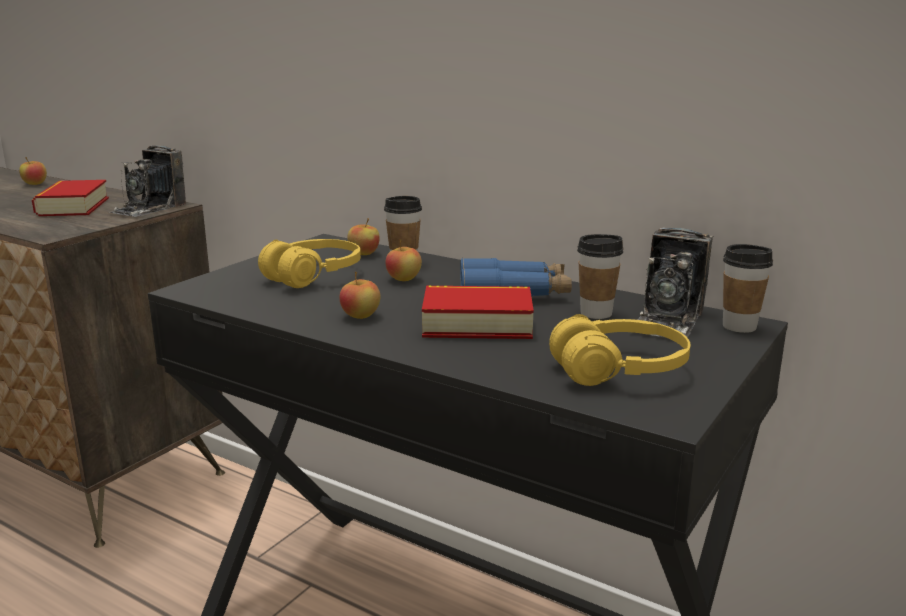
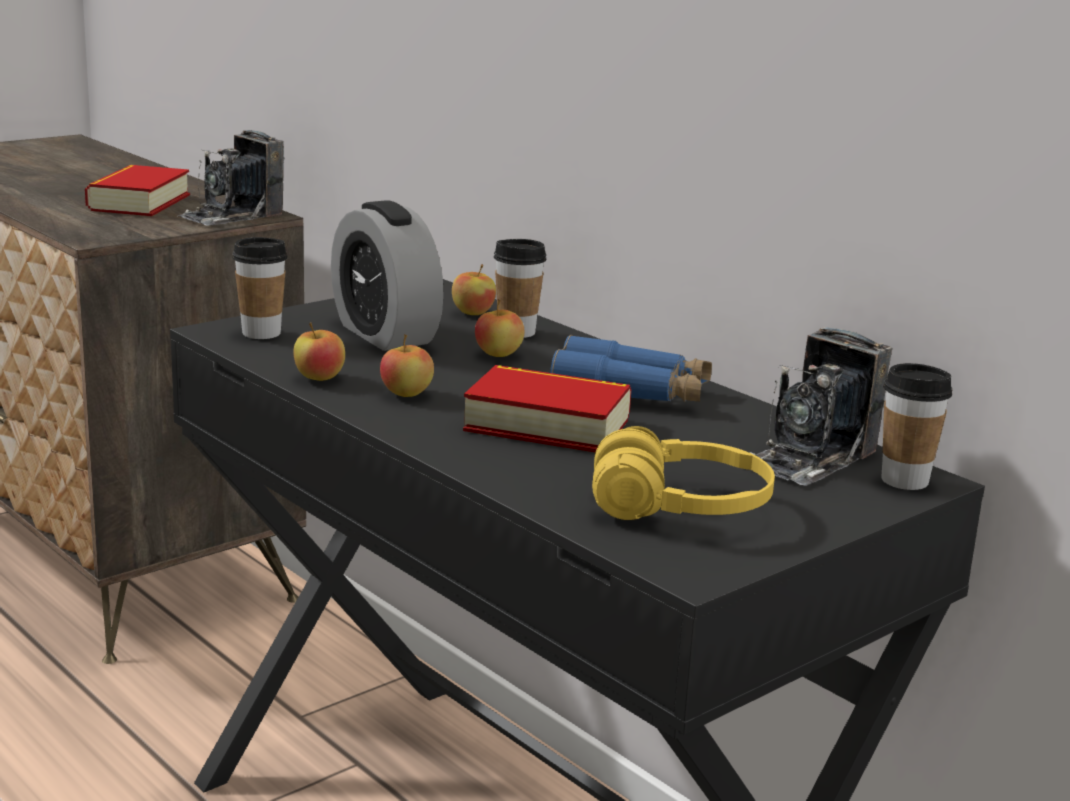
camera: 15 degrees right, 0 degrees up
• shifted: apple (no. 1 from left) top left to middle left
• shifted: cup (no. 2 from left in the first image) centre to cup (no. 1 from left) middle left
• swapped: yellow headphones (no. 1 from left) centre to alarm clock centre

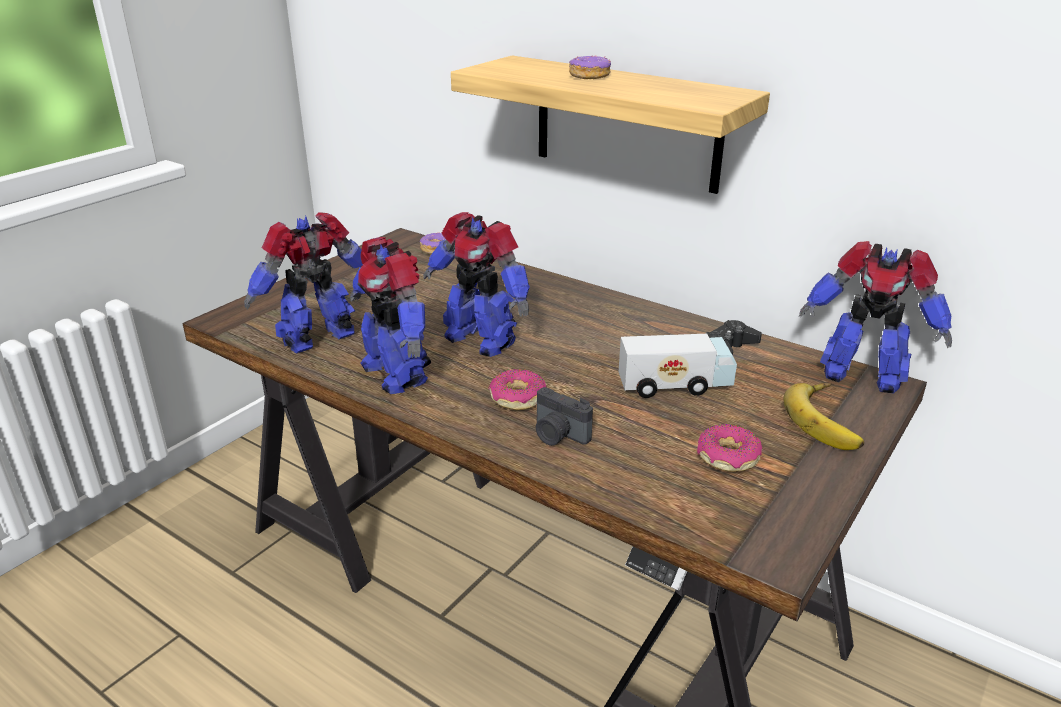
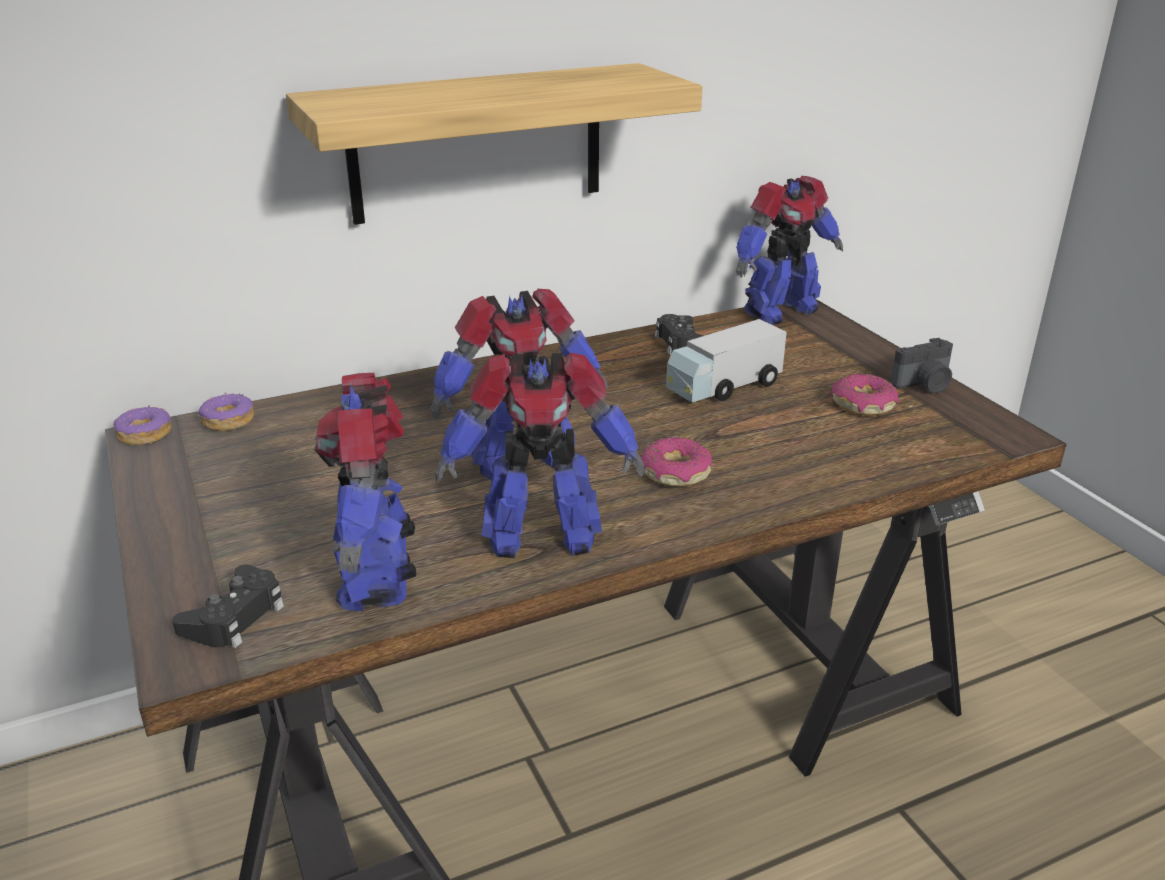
camera: 60 degrees left, 0 degrees up
• gone: banana middle right
• new: black game controller (no. 1 from left) bottom left
• shifted: photo camera centre to middle right
• shifted: donut (no. 3 from left in the first image) top centre to donut (no. 1 from left) middle left
• rotated: toy truck centre = centre 150 degrees counterclockwise

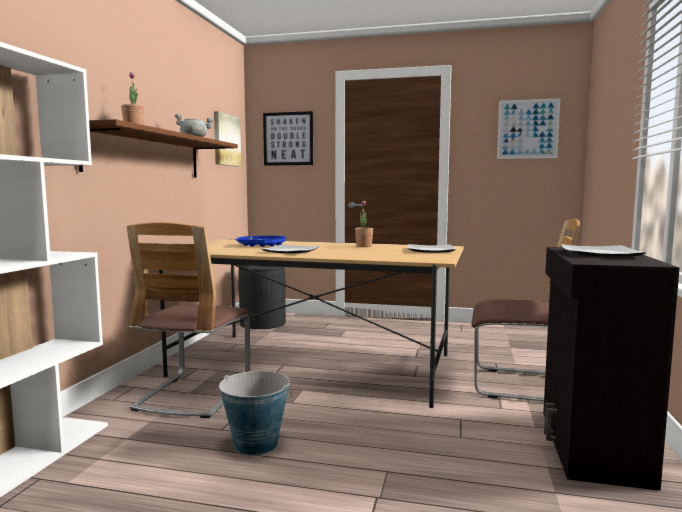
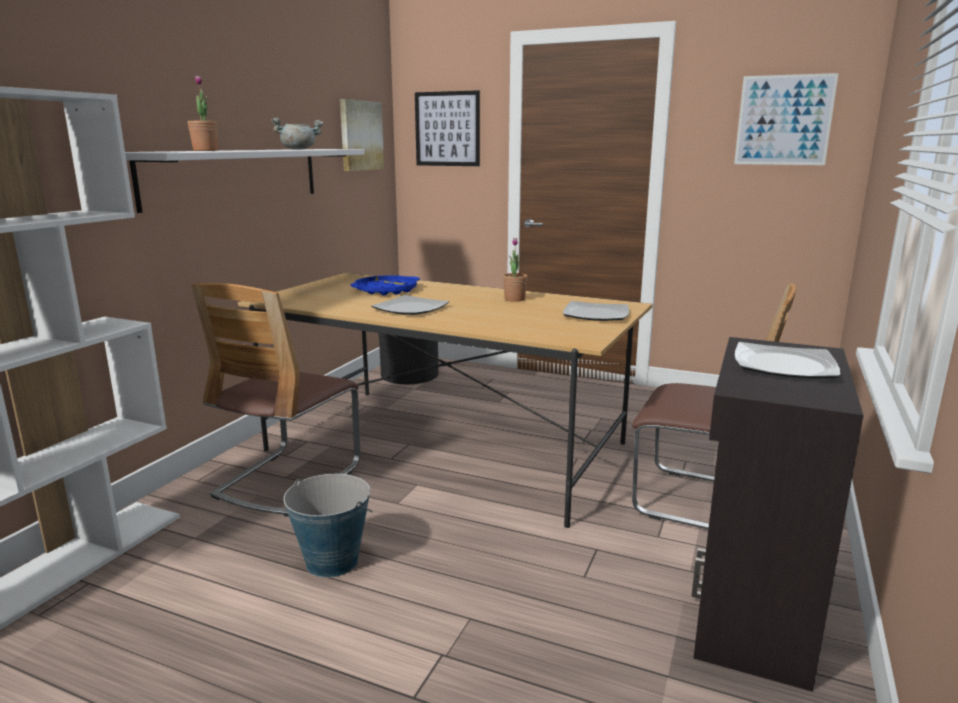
camera: 10 degrees right, 10 degrees up
• repainted: brown shelf top left to white shelf top left

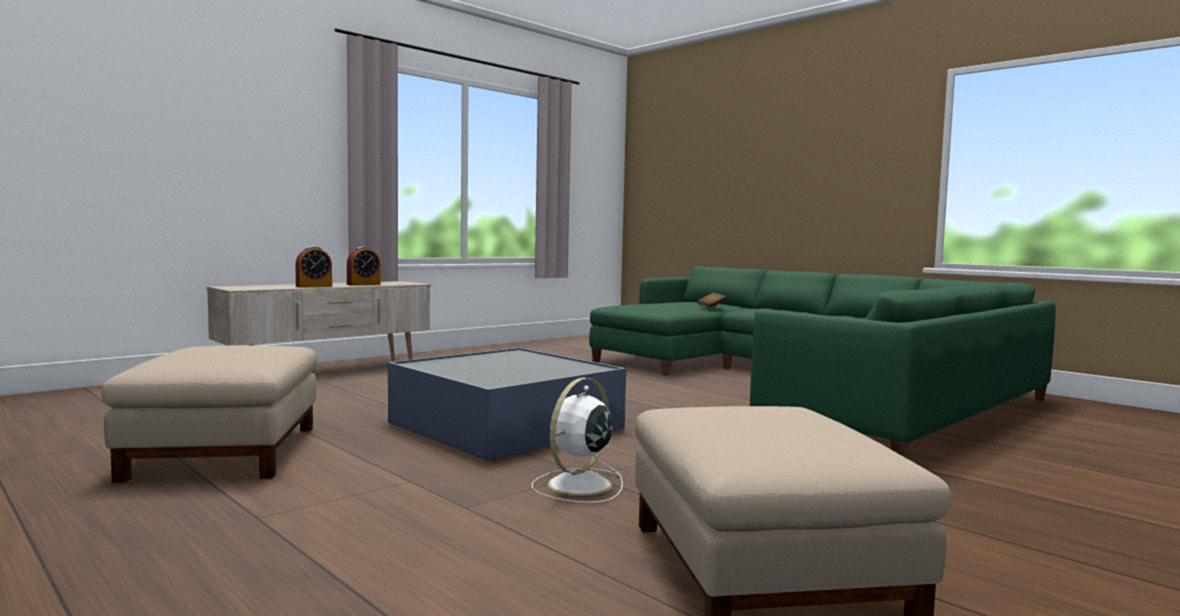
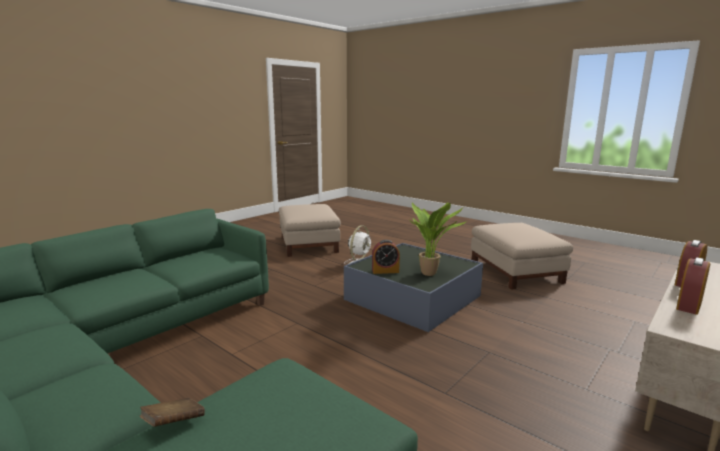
camera: 175 degrees right, 10 degrees up
• new: alarm clock (no. 1 from left) centre
• new: potted plant centre

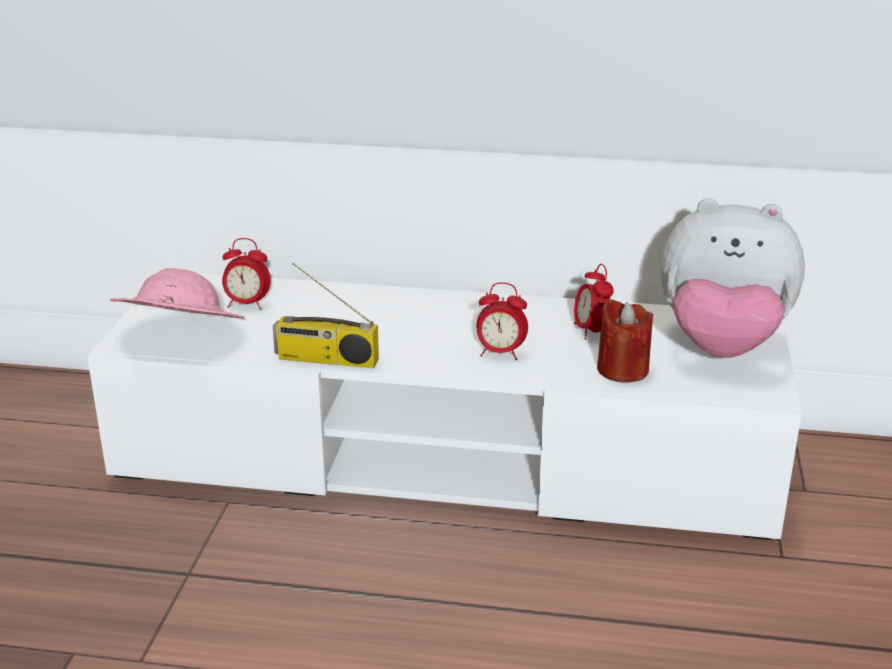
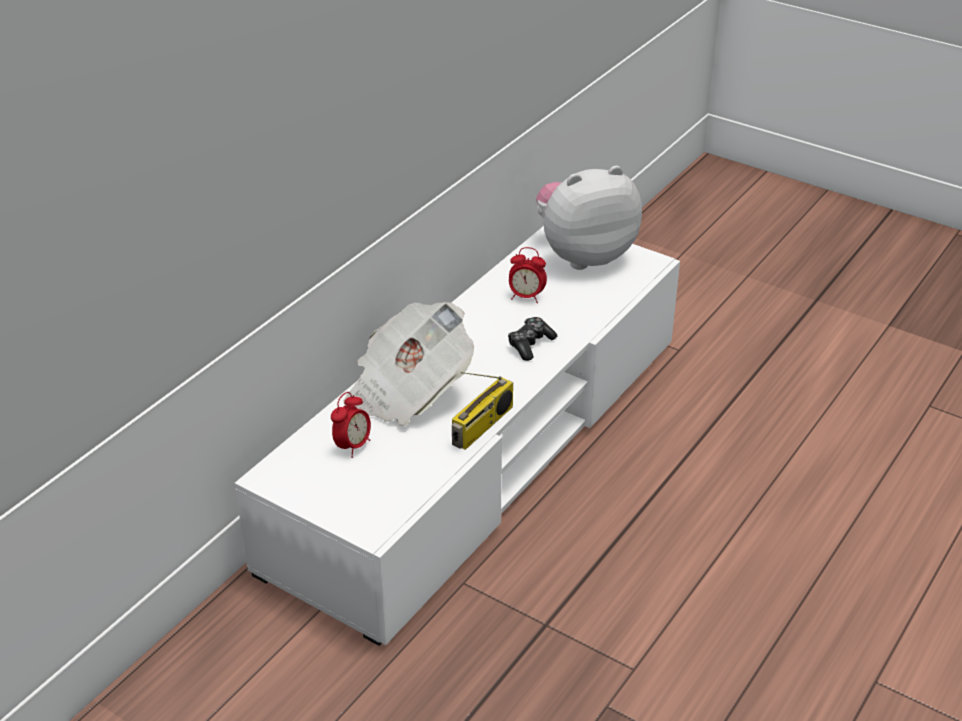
camera: 65 degrees left, 10 degrees up
• gone: pink hat middle left
• gone: red candle middle right
• new: newspaper centre
• swapped: alarm clock (no. 2 from left) centre to game controller centre
• rotated: plush toy middle right = top centre 150 degrees counterclockwise

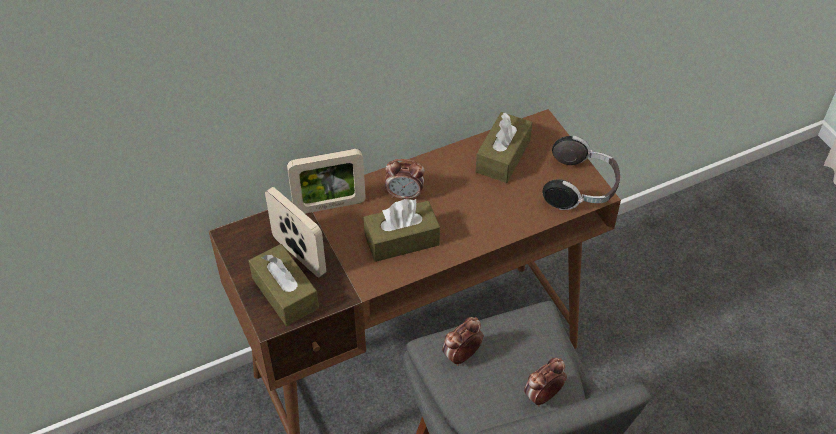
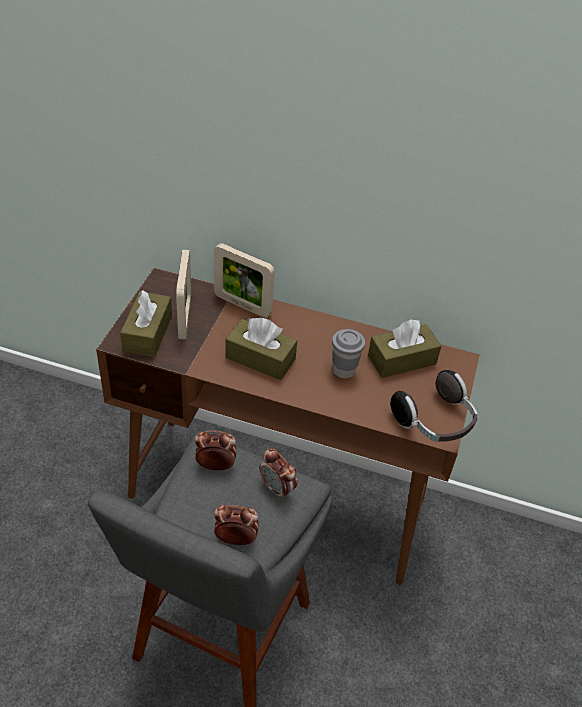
camera: 40 degrees right, 5 degrees down
• new: grey cup centre
• shifted: alarm clock (no. 1 from left in the first image) centre to alarm clock (no. 3 from left) bottom centre

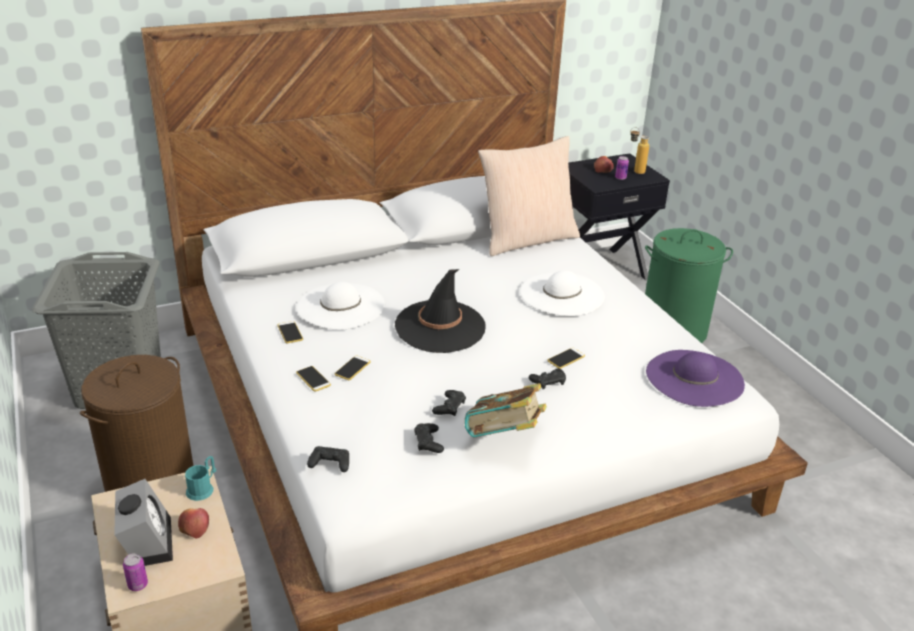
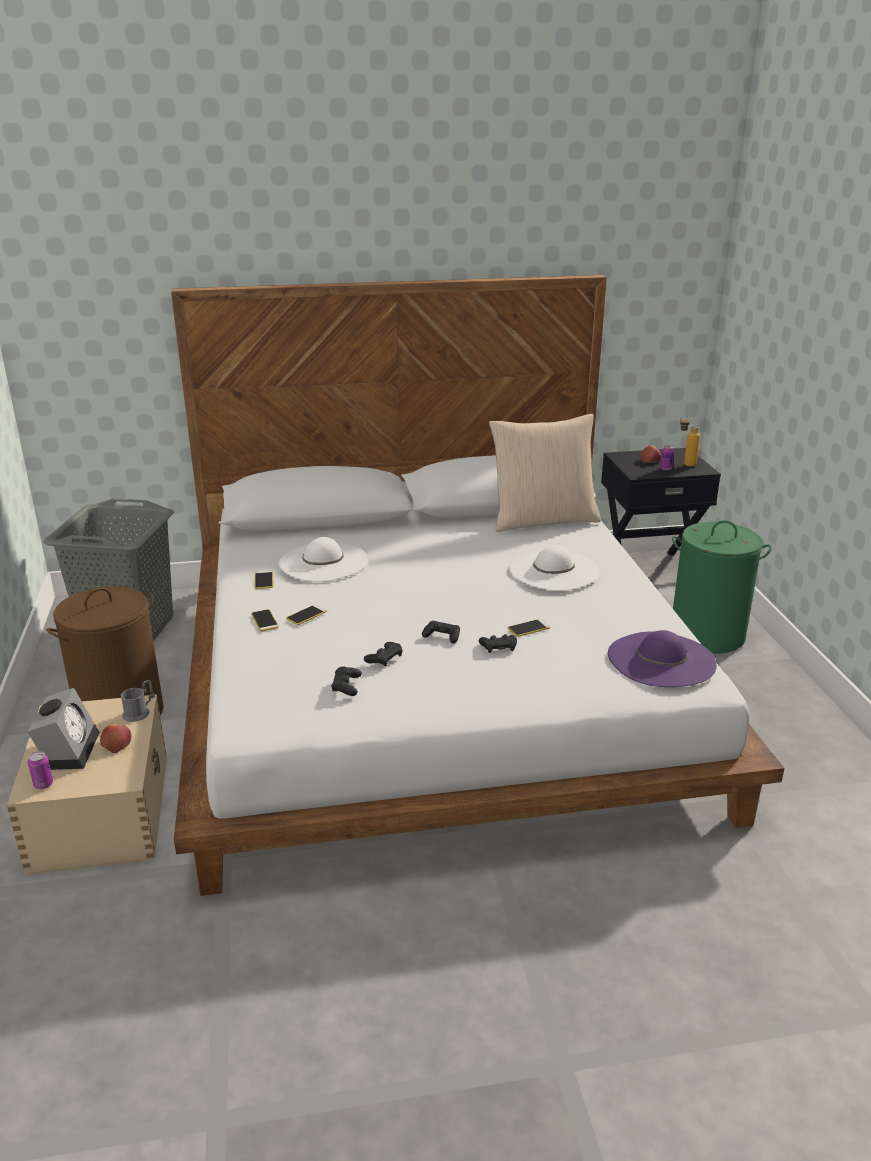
camera: 15 degrees right, 5 degrees down
• gone: black hat centre
• gone: book centre
• shifted: black game controller (no. 1 from left in the first image) bottom centre to black game controller (no. 3 from left) centre
• repainted: turquoise mug bottom left to grey mug middle left

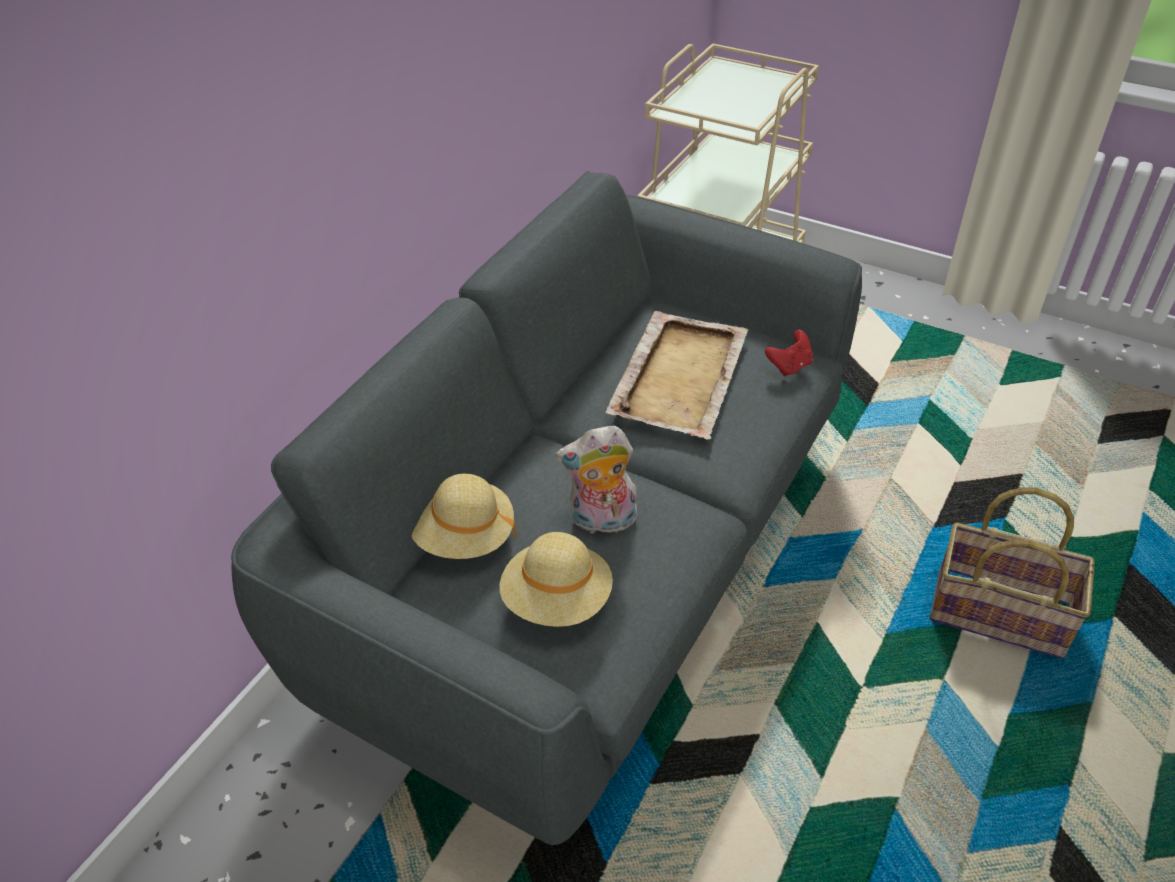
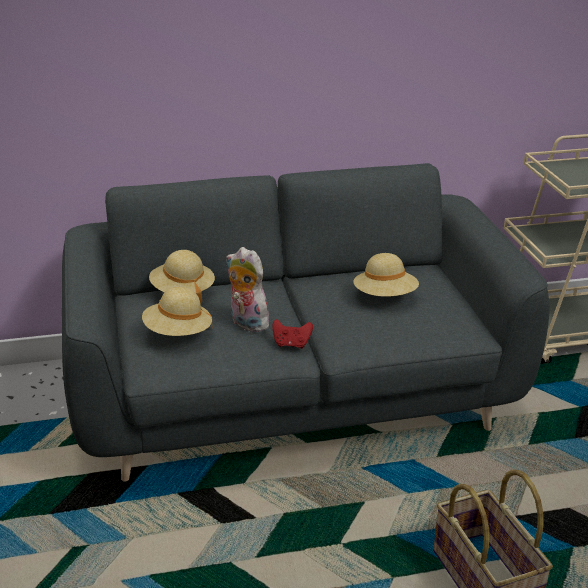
camera: 45 degrees right, 15 degrees down
• shifted: red game controller middle right to centre
• swapped: beige tray centre to beige hat (no. 3 from left) centre

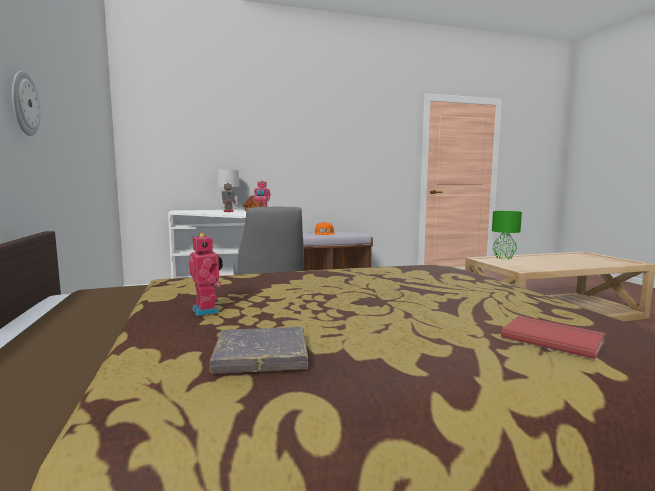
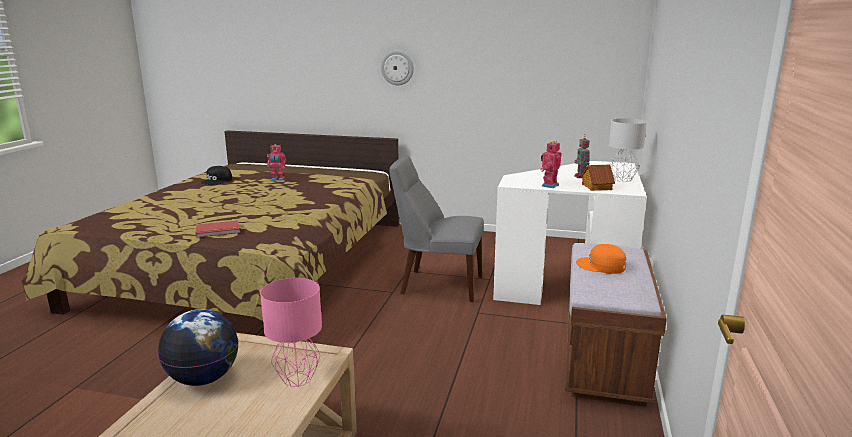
camera: 120 degrees right, 10 degrees up
• new: globe bottom left
• shifted: red book bottom right to middle left
• swapped: grey book bottom centre to black cap middle left
• repainted: green table lamp middle right to pink table lamp bottom centre

